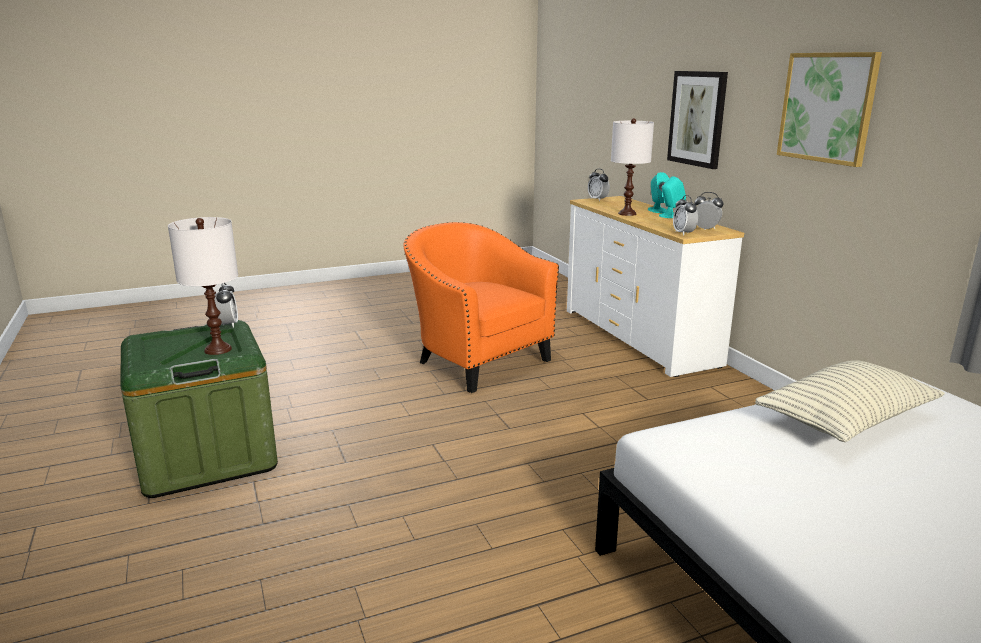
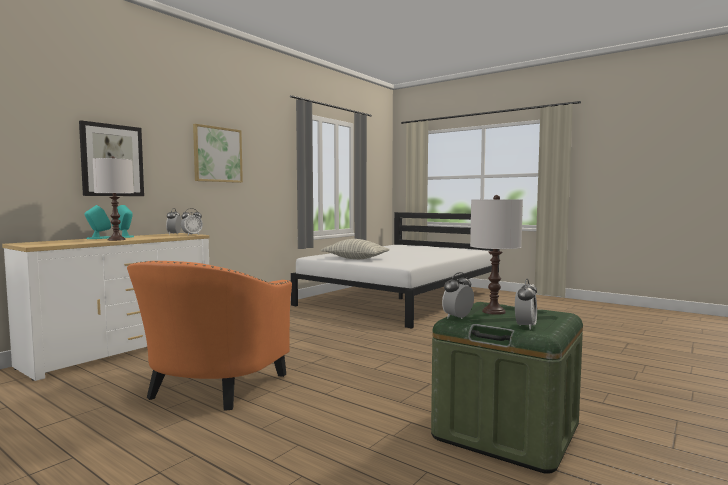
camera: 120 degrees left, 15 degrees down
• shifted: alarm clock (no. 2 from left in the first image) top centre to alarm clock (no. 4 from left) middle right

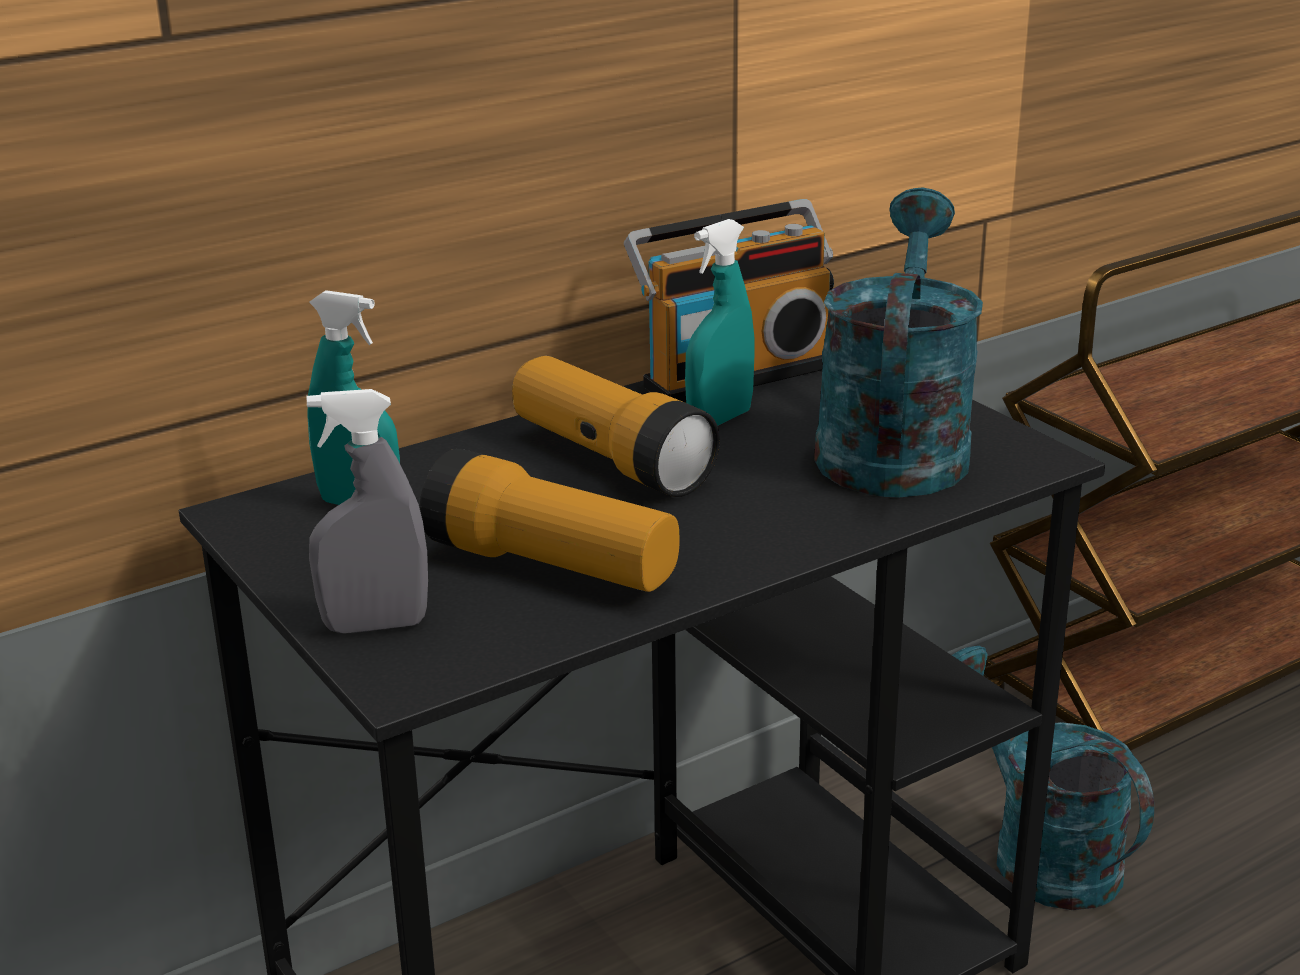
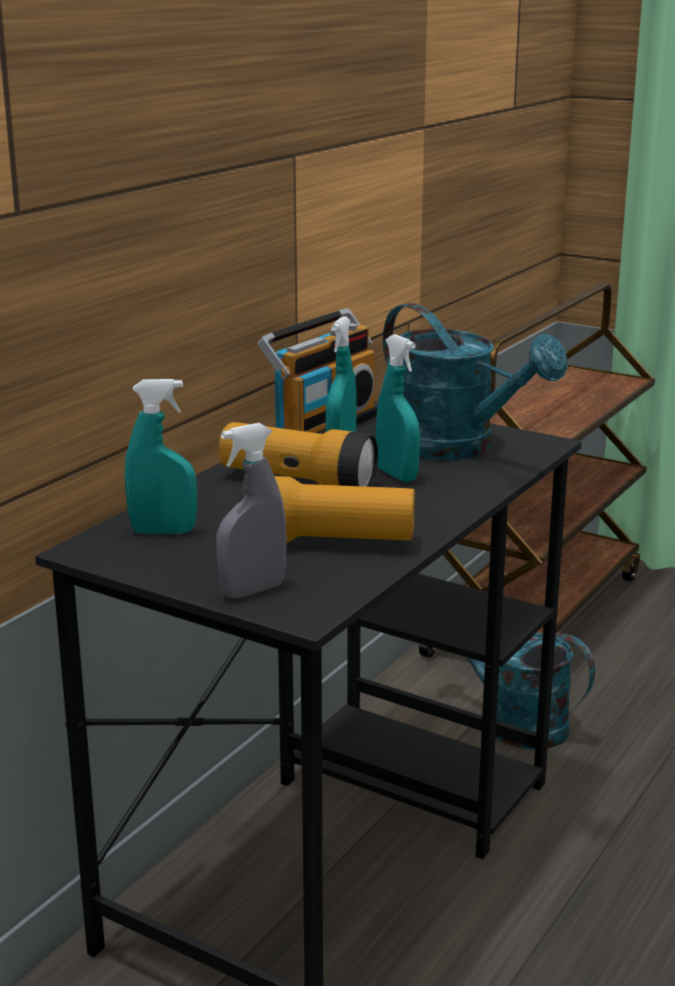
camera: 25 degrees left, 5 degrees down
• new: turquoise spray bottle (no. 3 from left) centre
• rotated: turquoise watering can (no. 1 from left) middle right = middle right 150 degrees clockwise

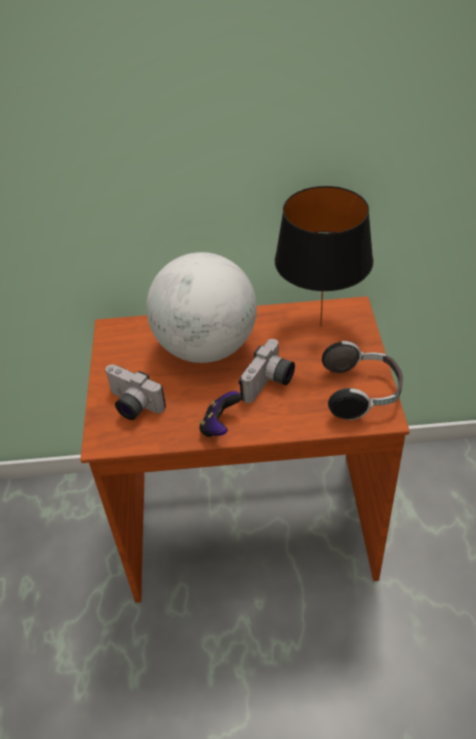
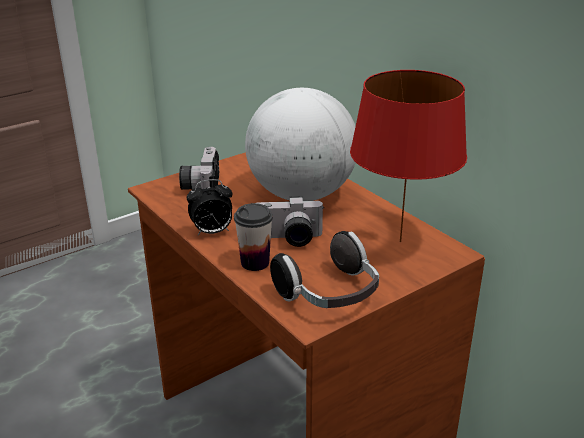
camera: 55 degrees right, 15 degrees down
• new: cup centre
• swapped: game controller centre to alarm clock centre
• repainted: black table lamp middle right to red table lamp middle right

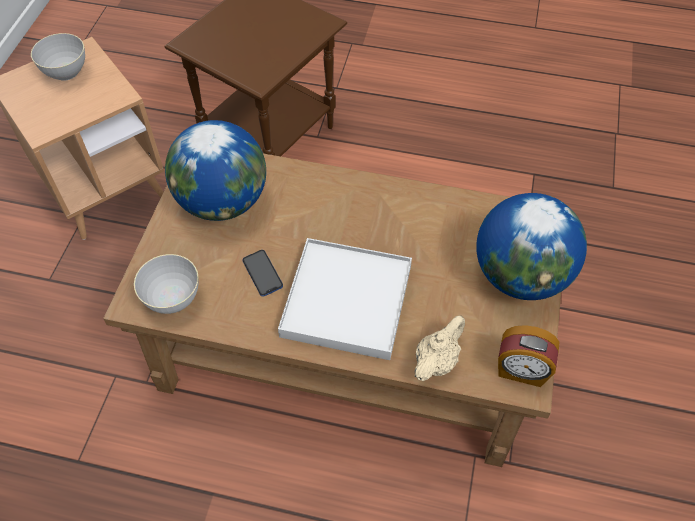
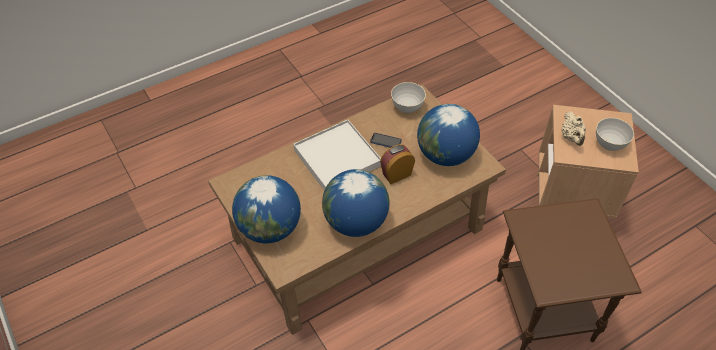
camera: 135 degrees right, 5 degrees down
• new: globe (no. 2 from left) centre
• shifted: beige teapot bottom centre to middle right
• shifted: alarm clock bottom right to centre

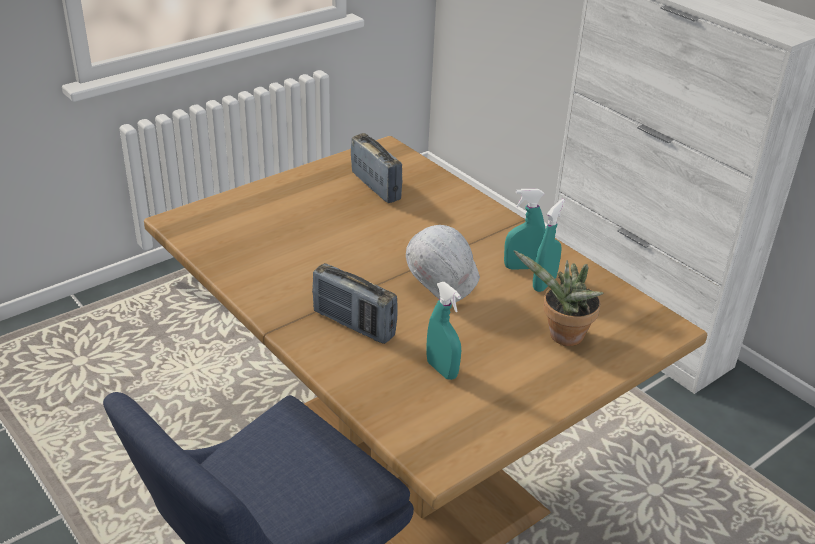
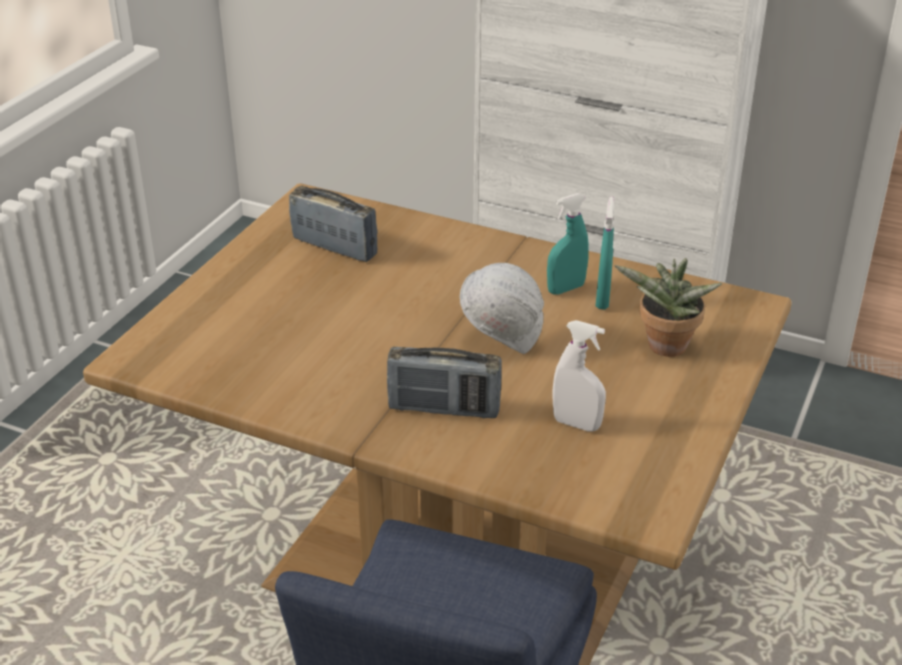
camera: 25 degrees left, 0 degrees up
• repainted: turquoise spray bottle (no. 1 from left) centre to white spray bottle centre

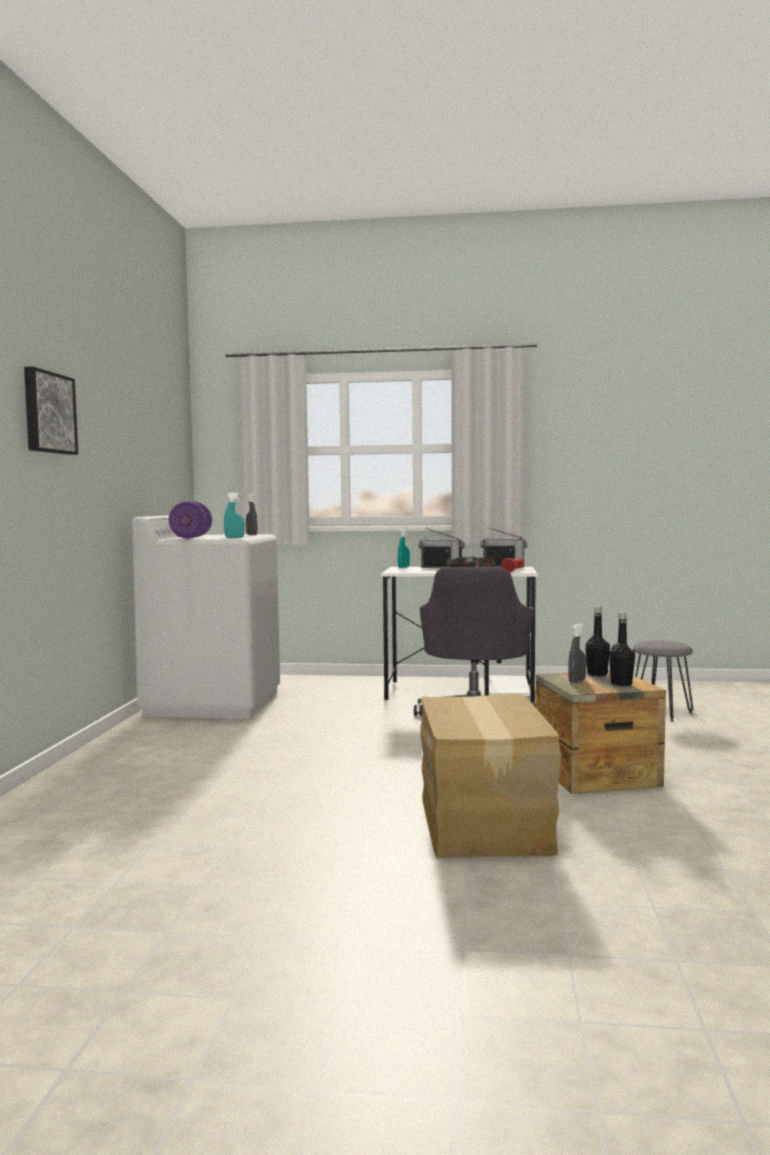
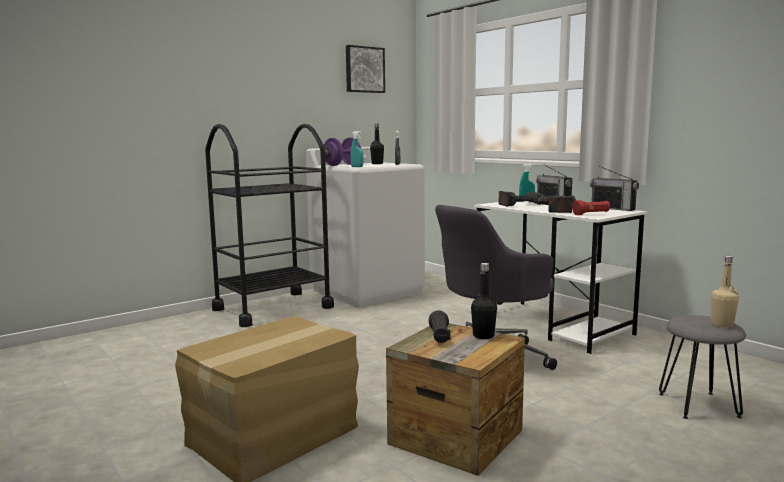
camera: 45 degrees right, 5 degrees up
• new: black cart centre
• new: power drill (no. 1 from left) centre
• new: beige bottle middle right
• shifted: picture middle left to top centre
• shifted: black bottle (no. 2 from left in the first image) middle right to black bottle (no. 1 from left) top centre
• swapped: grey spray bottle (no. 2 from left) middle right to black flashlight bottom centre

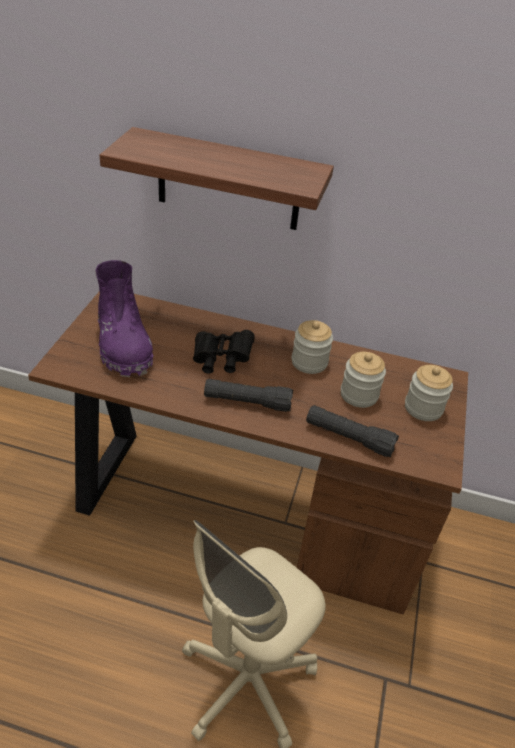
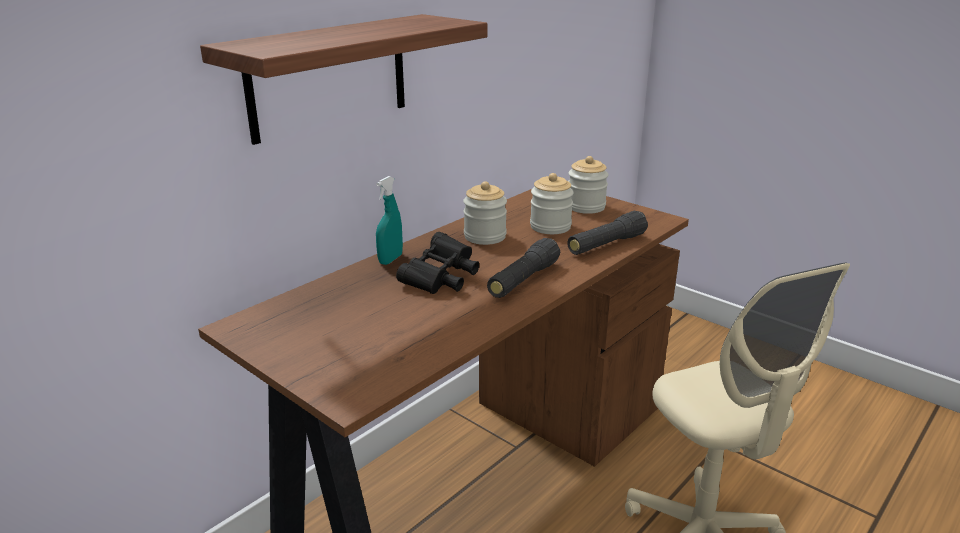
camera: 60 degrees left, 15 degrees down
• gone: purple boot middle left
• new: turquoise spray bottle centre

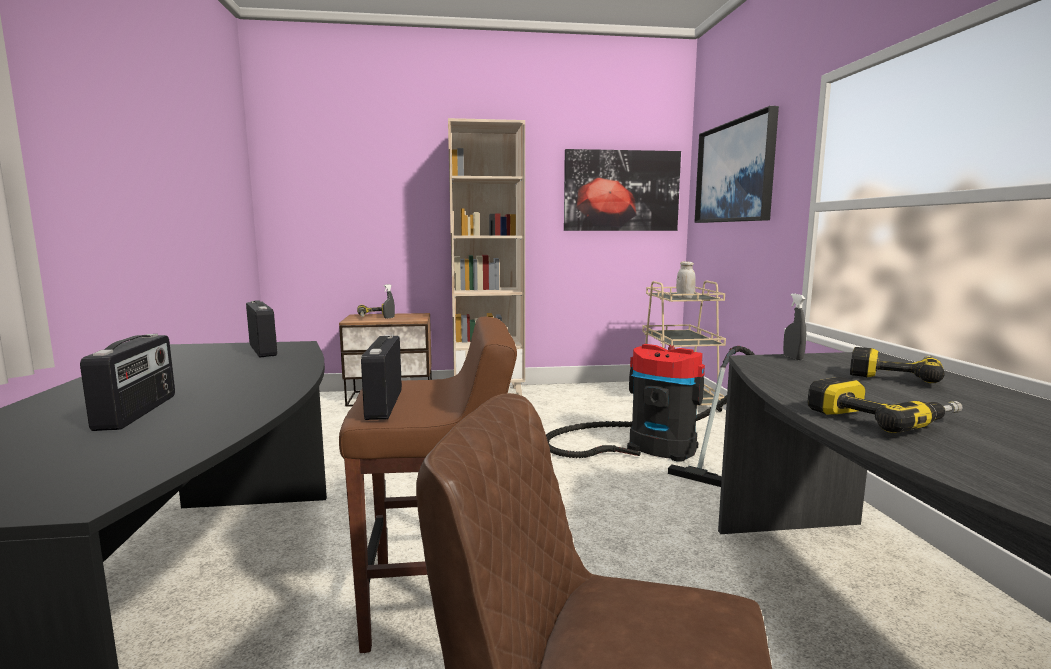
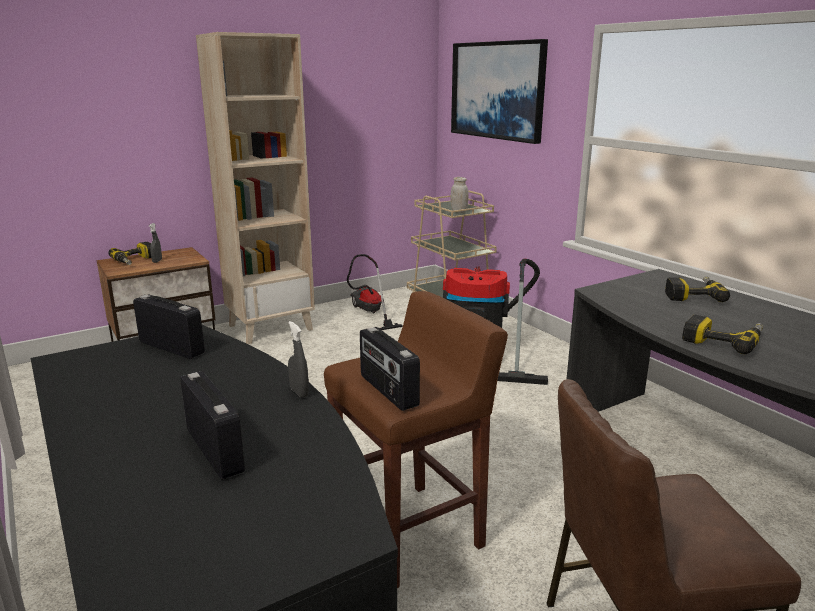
camera: 25 degrees left, 10 degrees up
• gone: picture (no. 1 from left) top centre
• new: vacuum cleaner (no. 1 from left) centre
• shifted: grey spray bottle (no. 2 from left) middle right to centre

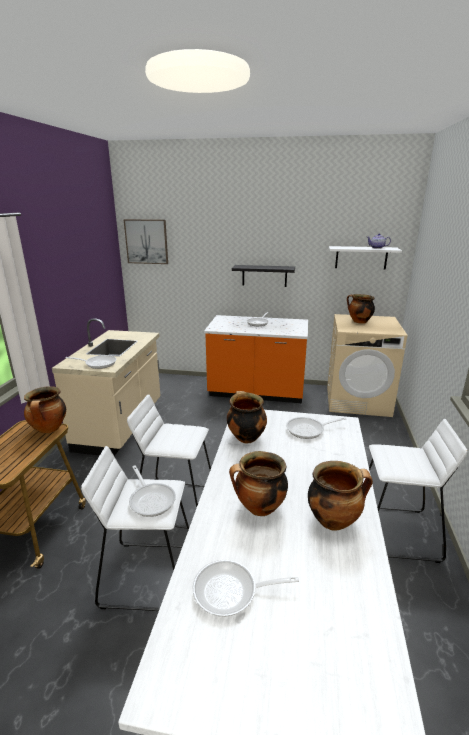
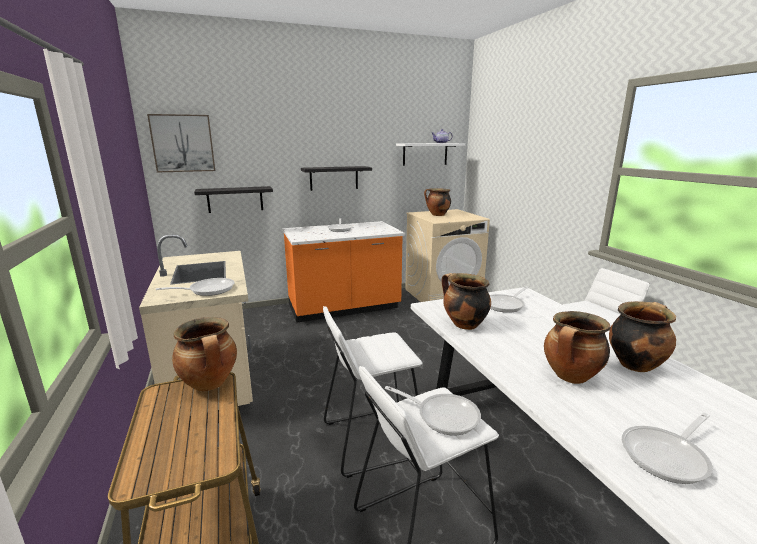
camera: 30 degrees left, 5 degrees down
• new: black shelf (no. 1 from left) middle left

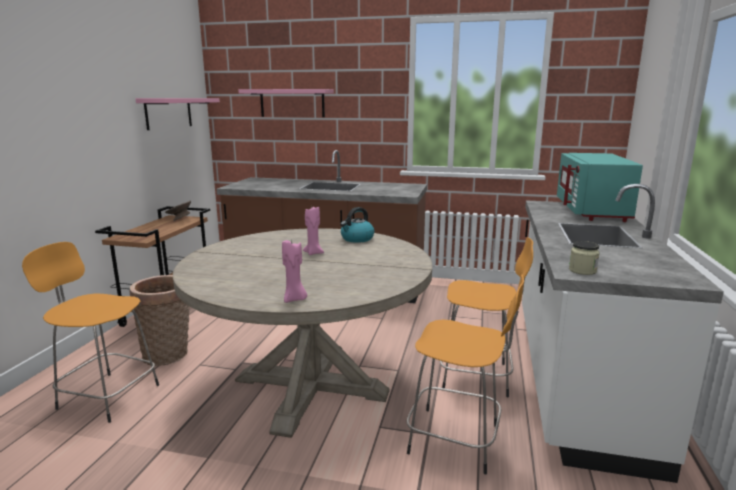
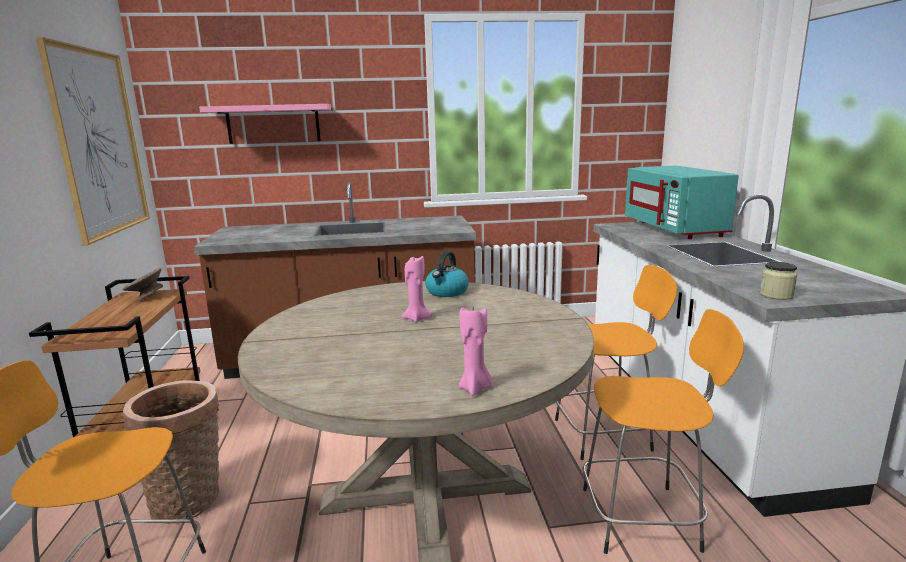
camera: 20 degrees left, 0 degrees up
• swapped: pink shelf (no. 1 from left) top left to picture top left

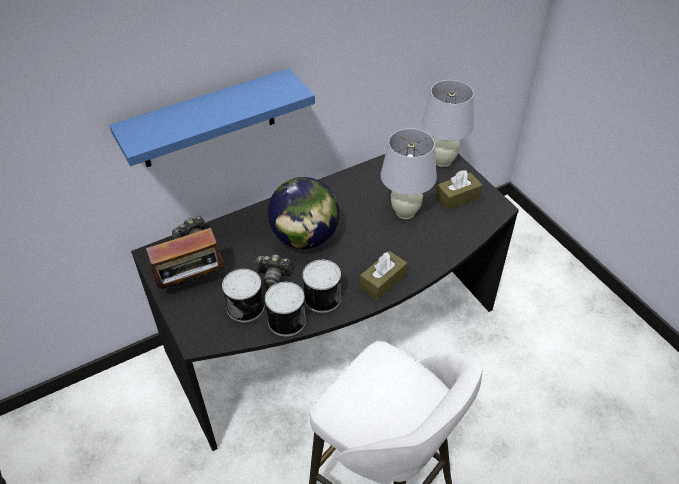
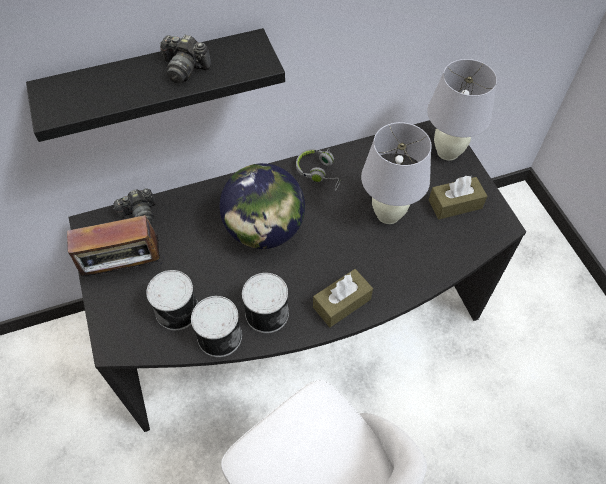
camera: 10 degrees right, 10 degrees up
• new: grey headphones centre
• shifted: photo camera (no. 2 from left) centre to top left
• repainted: blue shelf top left to black shelf top left

